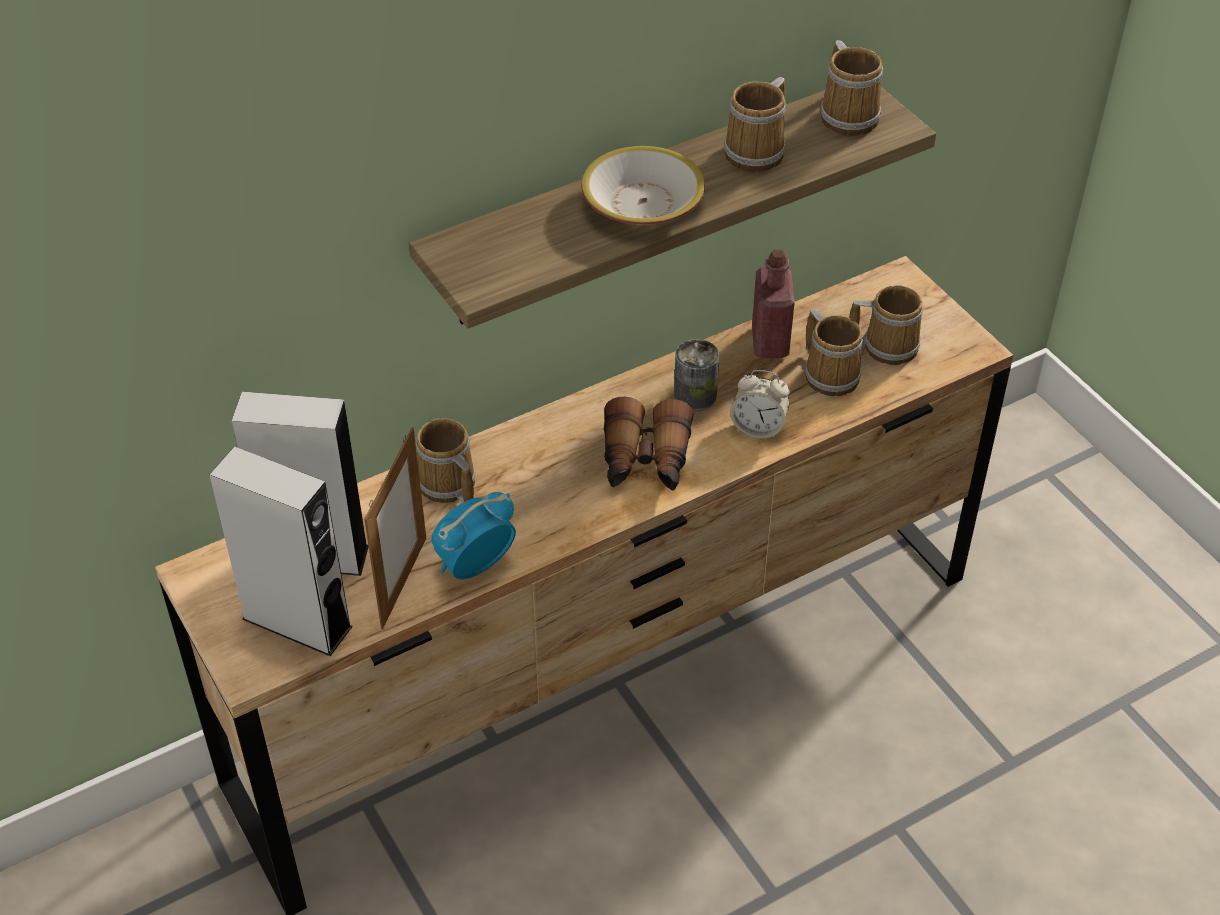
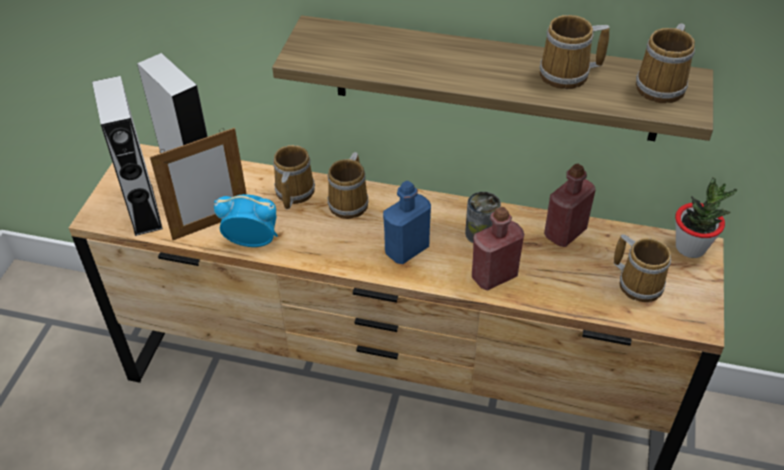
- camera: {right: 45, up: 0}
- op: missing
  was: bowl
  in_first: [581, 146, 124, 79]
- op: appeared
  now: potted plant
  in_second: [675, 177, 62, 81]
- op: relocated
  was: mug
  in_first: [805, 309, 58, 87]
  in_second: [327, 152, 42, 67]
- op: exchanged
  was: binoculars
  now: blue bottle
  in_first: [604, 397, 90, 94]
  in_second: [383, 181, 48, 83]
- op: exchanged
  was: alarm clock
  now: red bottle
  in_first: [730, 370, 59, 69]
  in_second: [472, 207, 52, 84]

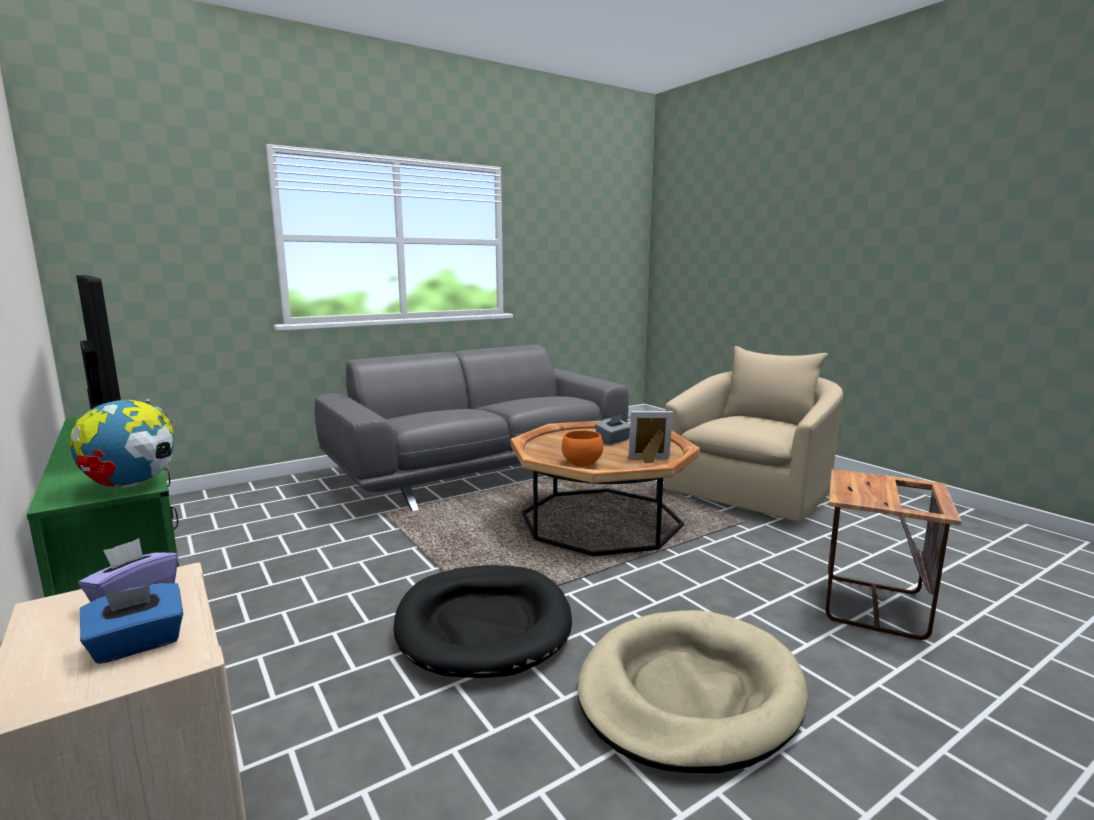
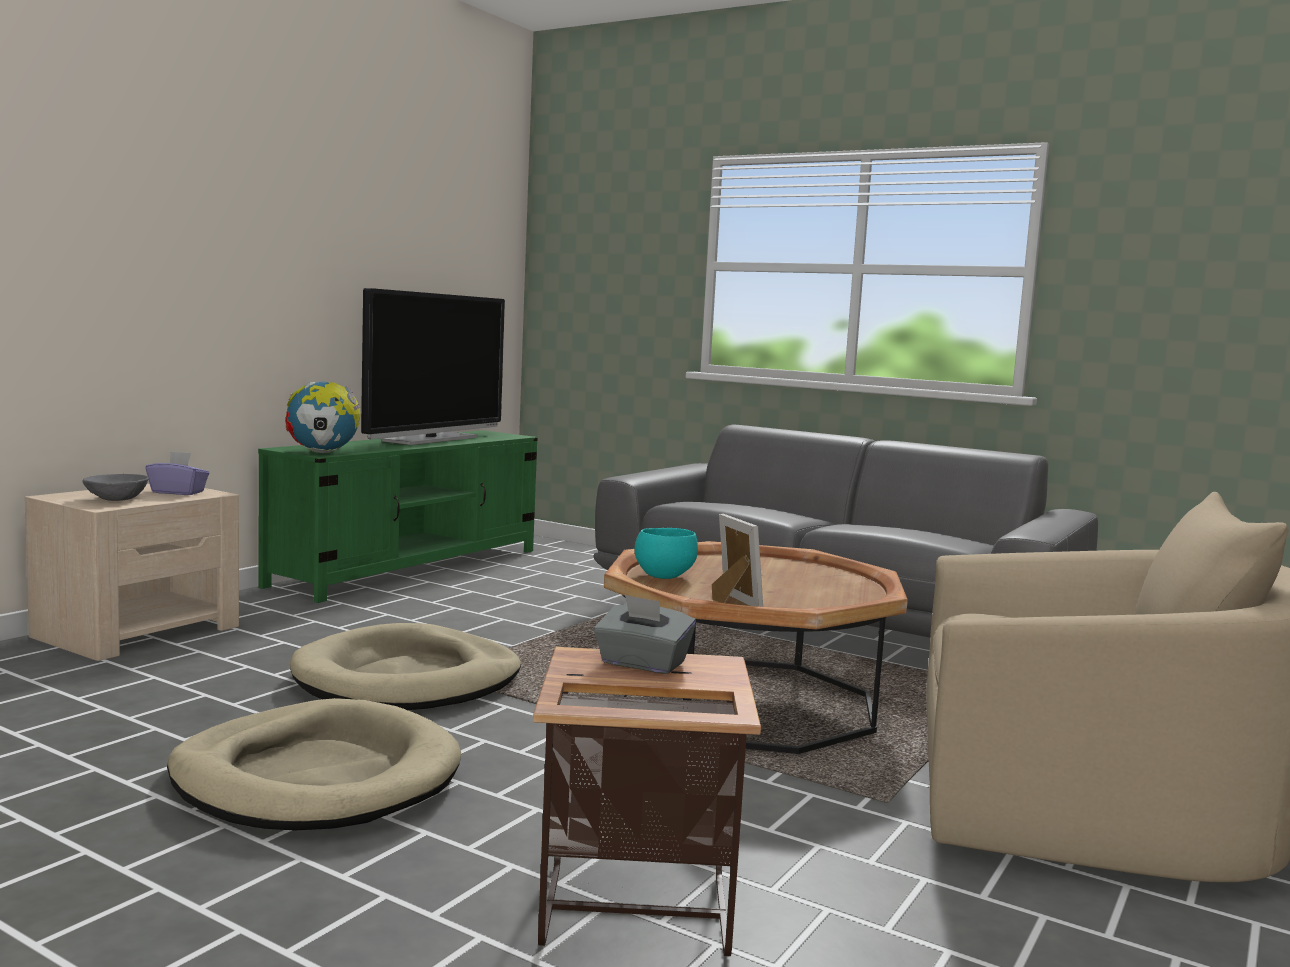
- camera: {right: 65, up: -5}
- op: relocated
  was: grey tissue box
  in_first: [595, 414, 35, 30]
  in_second: [594, 595, 102, 79]
- op: exchanged
  was: blue tissue box
  now: grey bowl
  in_first: [80, 583, 103, 81]
  in_second: [82, 474, 67, 27]
- op: colour
  was: black dog bed
  now: beige dog bed
  in_first: [394, 565, 178, 113]
  in_second: [290, 623, 231, 87]
- op: colour
  was: orange bowl
  now: turquoise bowl
  in_first: [562, 430, 41, 37]
  in_second: [635, 528, 63, 51]

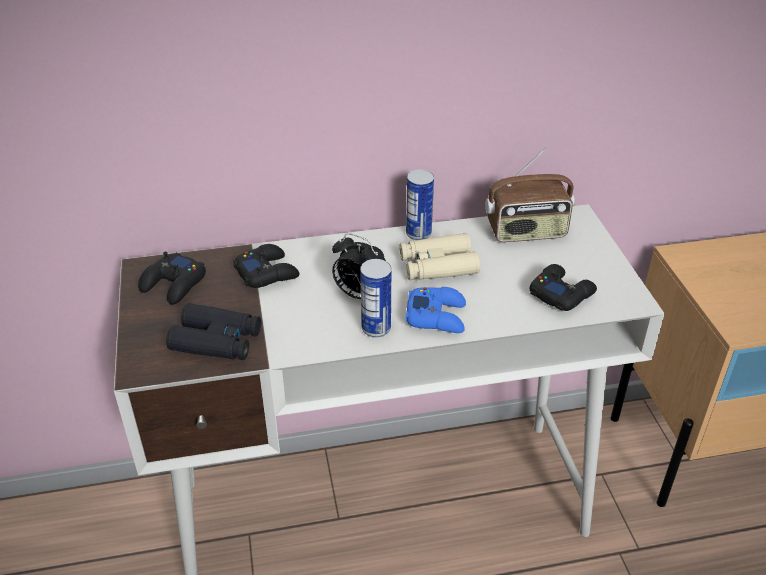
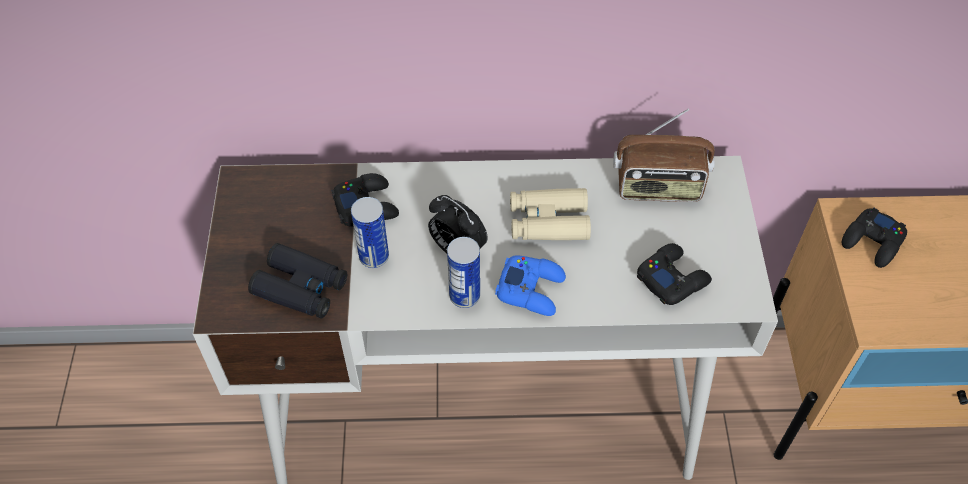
- camera: {right: 10, up: 15}
- op: relocated
  was: black game controller
  in_first: [138, 252, 68, 53]
  in_second: [842, 207, 65, 61]
- op: relocated
  was: can
  in_first: [406, 170, 28, 70]
  in_second: [351, 197, 38, 71]

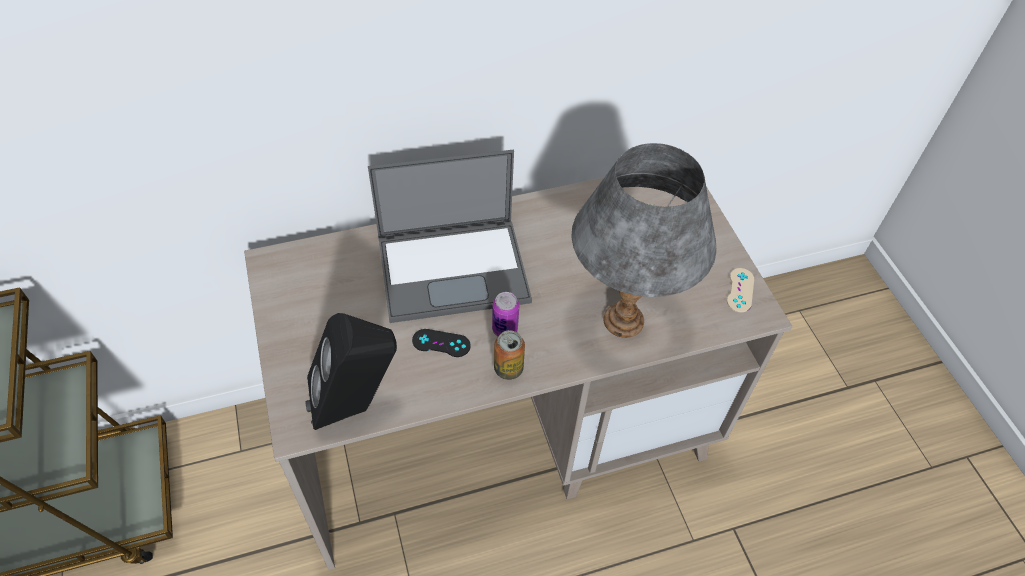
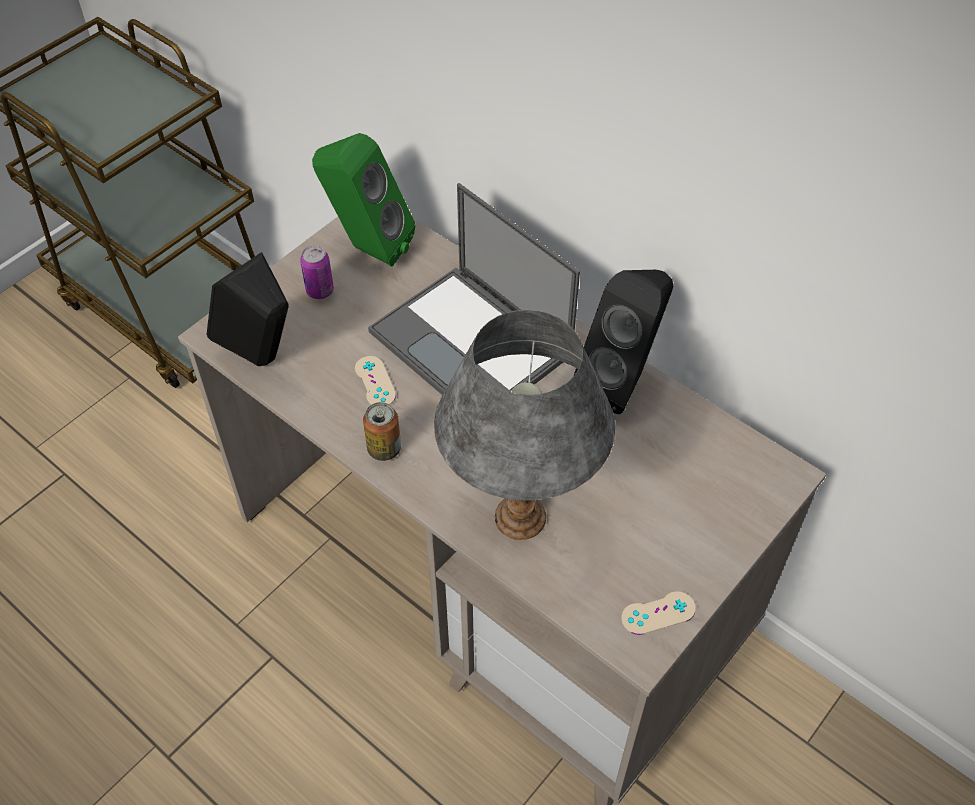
- camera: {right: 60, up: 0}
- op: appeared
  now: green speaker
  in_second: [312, 133, 104, 133]
- op: appeared
  now: black speaker
  in_second: [574, 270, 99, 144]
- op: relocated
  was: can
  in_first: [492, 292, 27, 44]
  in_second: [300, 245, 34, 54]
- op: colour
  was: black game controller
  now: beige game controller
  in_first: [412, 329, 59, 28]
  in_second: [355, 356, 41, 49]

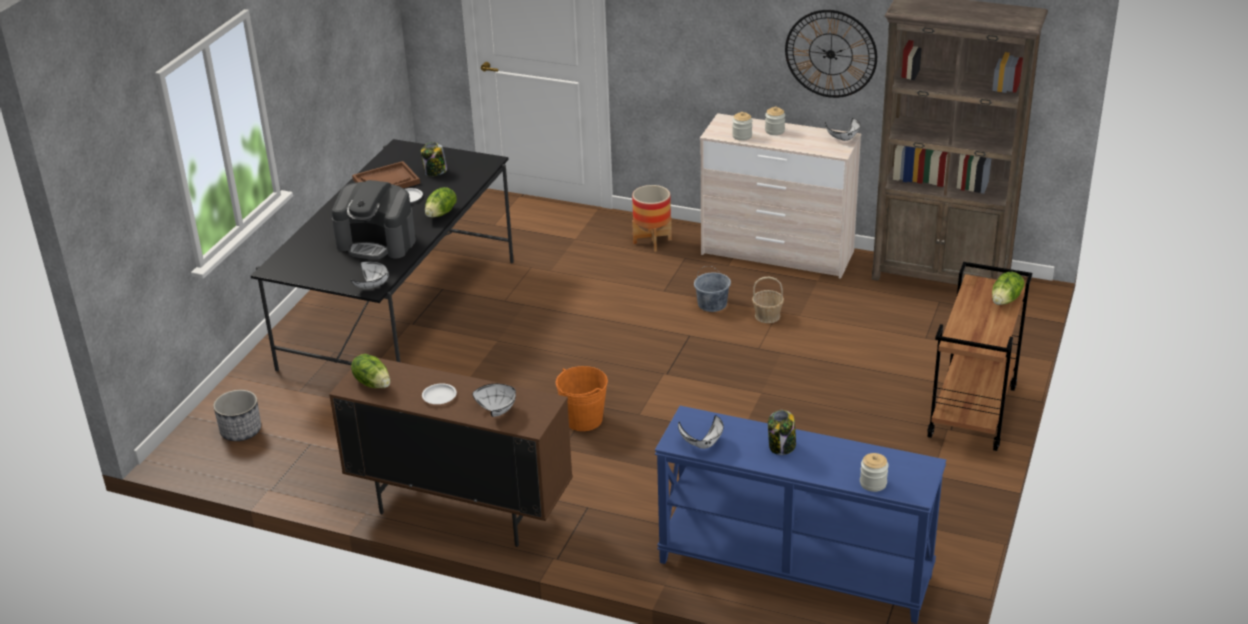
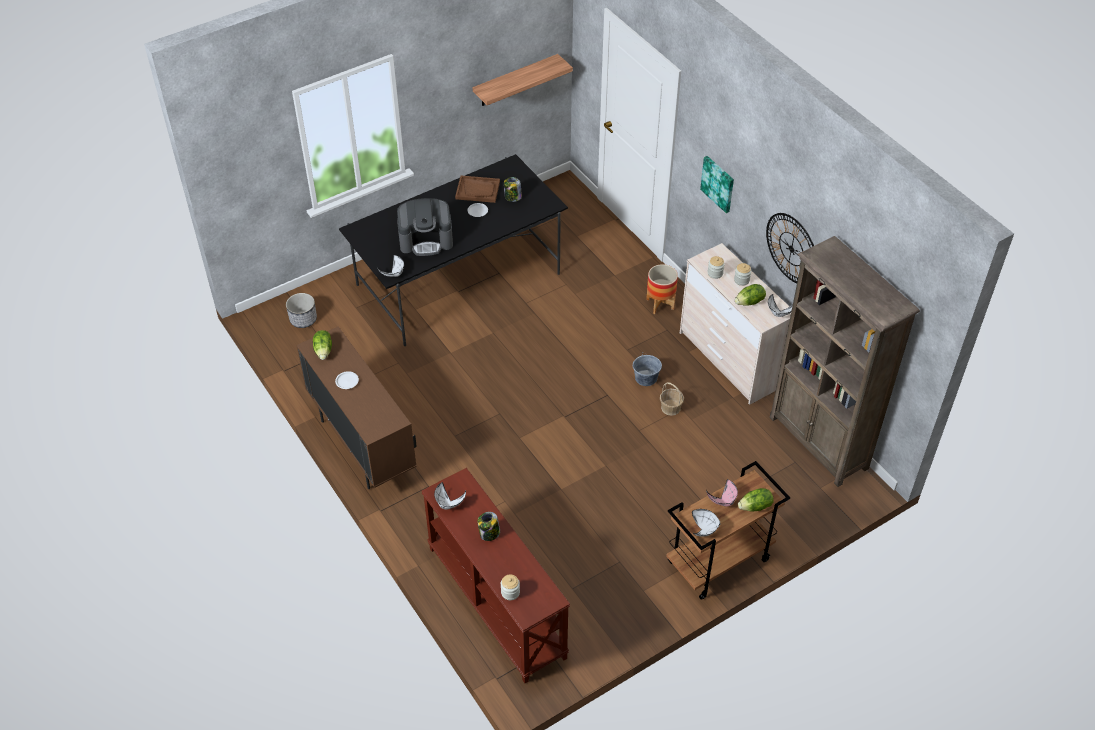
- camera: {right: 35, up: 15}
- op: missing
  was: orange bucket
  in_first: [555, 366, 53, 65]
- op: appeared
  now: shelf
  in_second: [472, 54, 101, 52]
- op: appeared
  now: picture
  in_second: [700, 156, 34, 57]
- op: appeared
  now: pink bowl
  in_second: [706, 479, 32, 28]
- op: relocated
  was: lettuce
  in_first: [425, 187, 32, 31]
  in_second: [735, 284, 31, 22]
- op: relocated
  was: white bowl
  in_first: [472, 384, 44, 33]
  in_second: [692, 509, 28, 28]
- op: colour
  was: blue console table
  now: brown console table
  in_first: [655, 406, 291, 218]
  in_second: [422, 468, 148, 215]
- op: spun
  was: coffee machine
  in_first: [332, 180, 84, 80]
  in_second: [397, 198, 56, 58]
  clockwise: -60

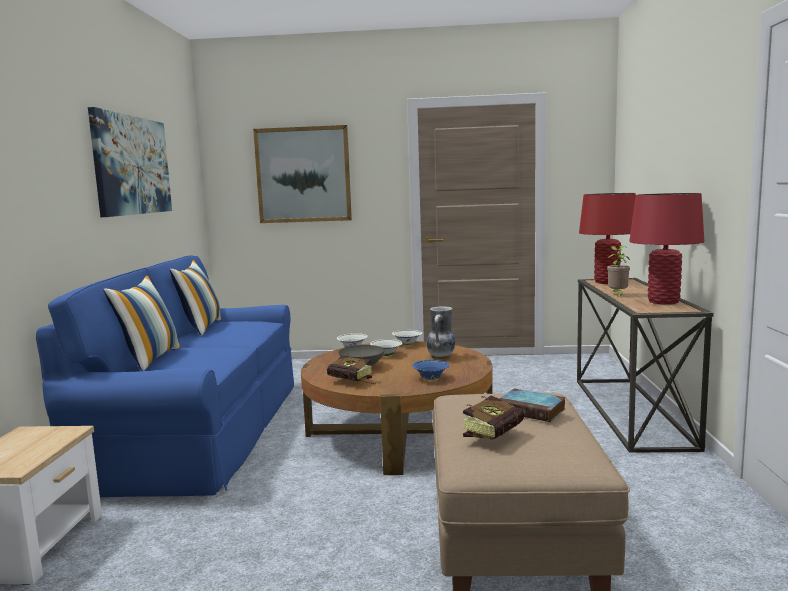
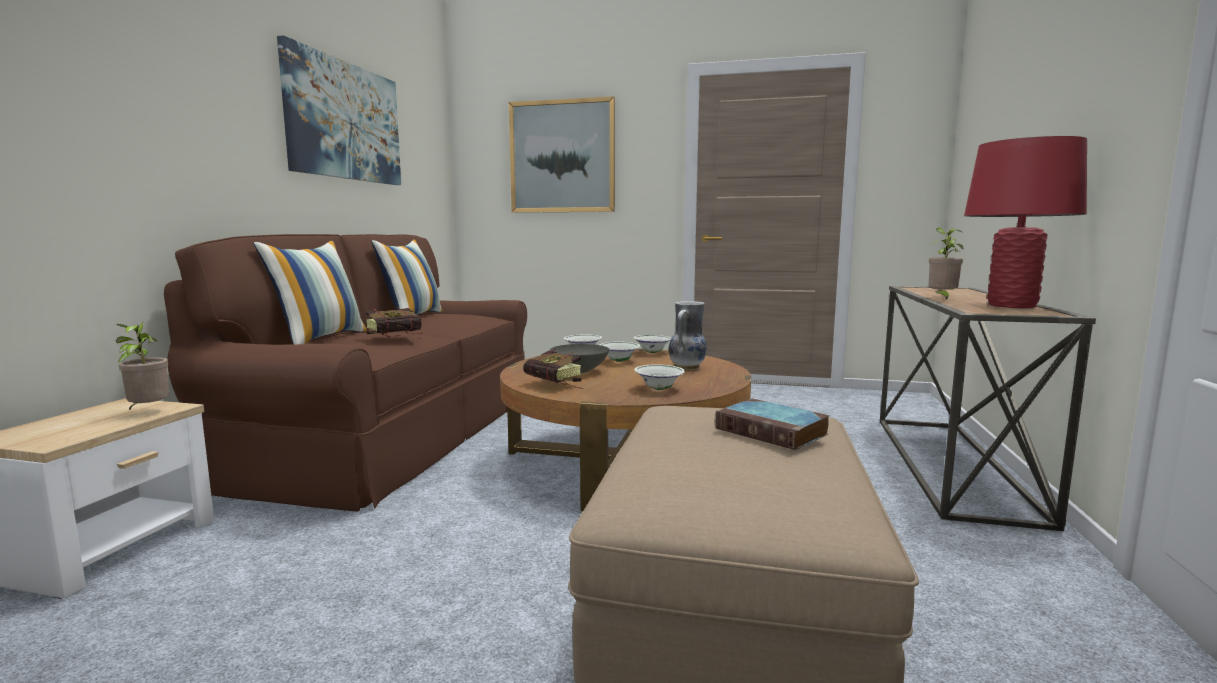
- camera: {right: 10, up: 0}
- op: missing
  was: red table lamp
  in_first: [579, 193, 57, 91]
- op: appeared
  now: potted plant
  in_second: [116, 321, 53, 89]
- op: relocated
  was: book
  in_first: [463, 395, 61, 44]
  in_second: [365, 307, 59, 30]
- op: colour
  was: blue sofa
  now: brown sofa
  in_first: [36, 255, 258, 242]
  in_second: [164, 234, 363, 277]
- op: colour
  was: blue bowl
  now: white bowl
  in_first: [412, 360, 37, 20]
  in_second: [634, 364, 51, 26]

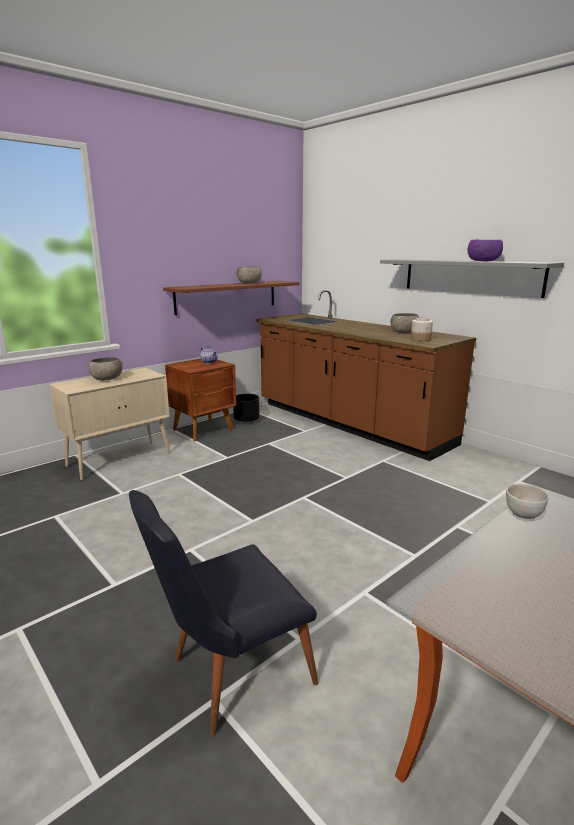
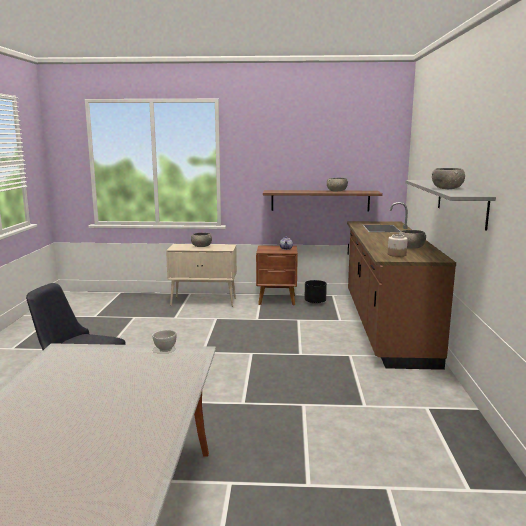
- camera: {right: 45, up: -5}
- op: colour
  was: purple bowl
  now: grey bowl
  in_first: [468, 239, 35, 22]
  in_second: [432, 168, 33, 21]

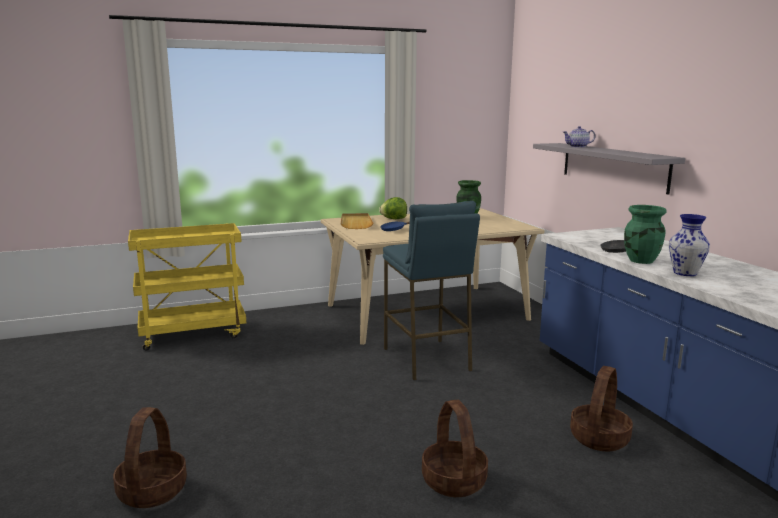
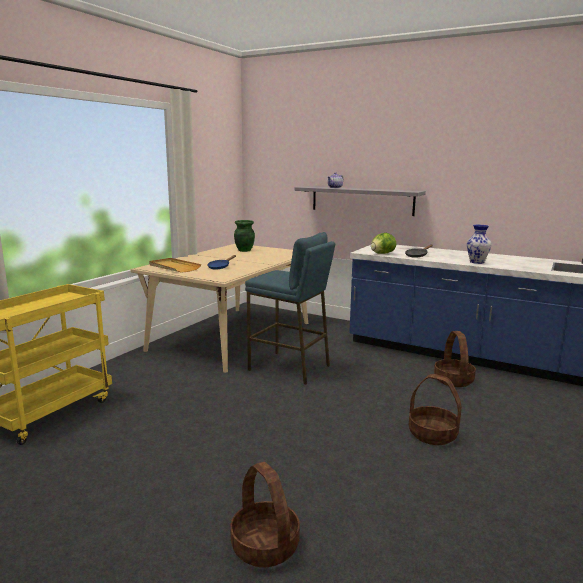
- camera: {right: -40, up: 0}
- op: missing
  was: green vase
  in_first: [624, 205, 43, 59]
- op: relocated
  was: lettuce
  in_first: [379, 197, 28, 22]
  in_second: [371, 233, 25, 21]

